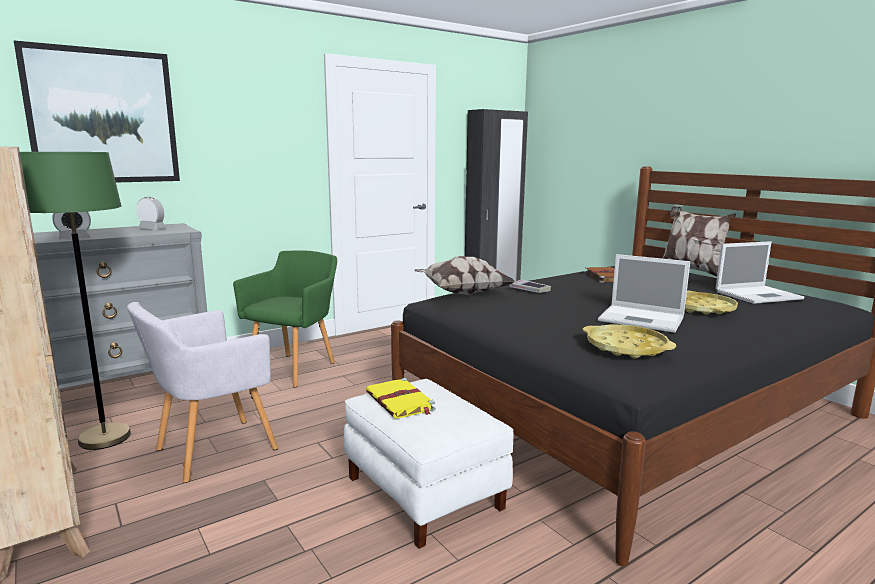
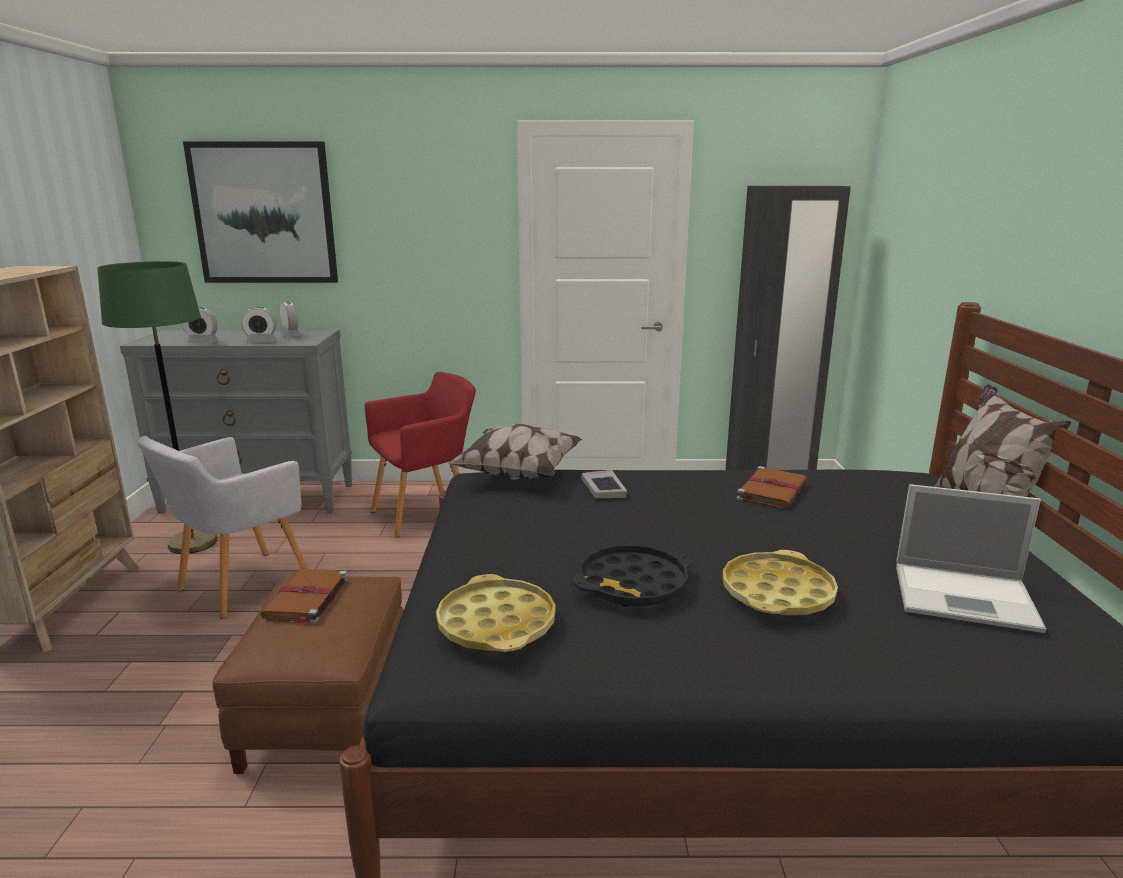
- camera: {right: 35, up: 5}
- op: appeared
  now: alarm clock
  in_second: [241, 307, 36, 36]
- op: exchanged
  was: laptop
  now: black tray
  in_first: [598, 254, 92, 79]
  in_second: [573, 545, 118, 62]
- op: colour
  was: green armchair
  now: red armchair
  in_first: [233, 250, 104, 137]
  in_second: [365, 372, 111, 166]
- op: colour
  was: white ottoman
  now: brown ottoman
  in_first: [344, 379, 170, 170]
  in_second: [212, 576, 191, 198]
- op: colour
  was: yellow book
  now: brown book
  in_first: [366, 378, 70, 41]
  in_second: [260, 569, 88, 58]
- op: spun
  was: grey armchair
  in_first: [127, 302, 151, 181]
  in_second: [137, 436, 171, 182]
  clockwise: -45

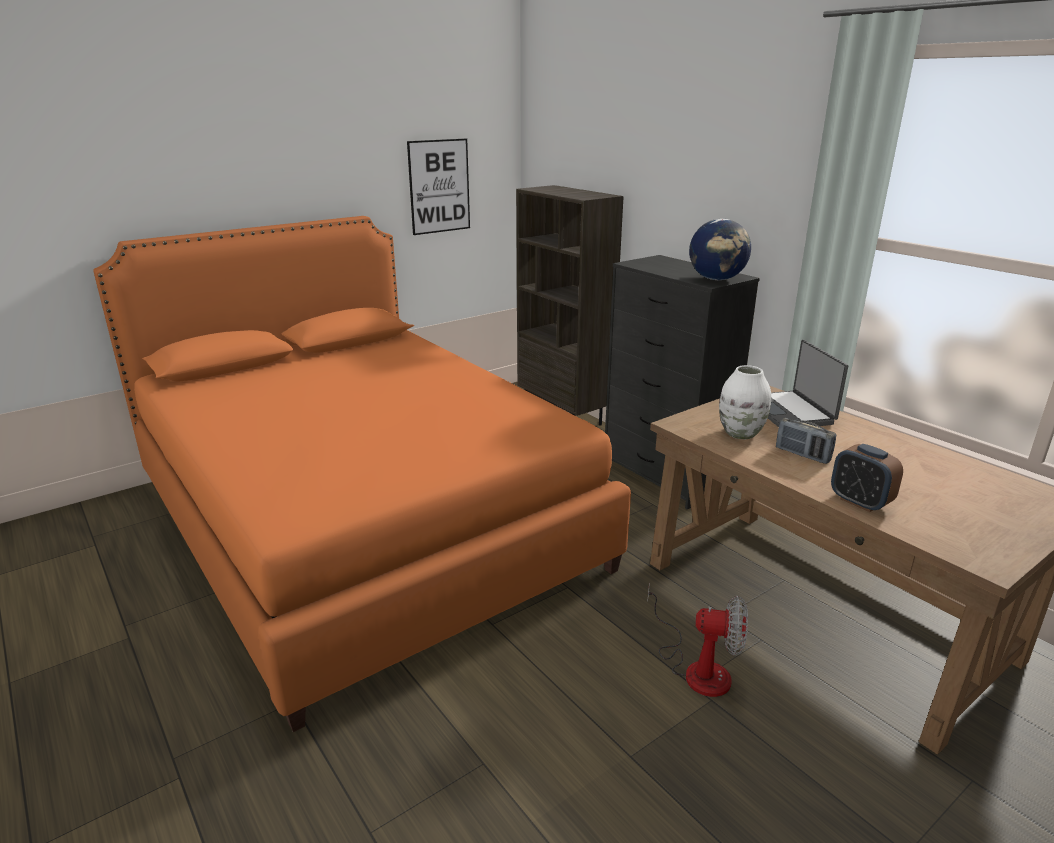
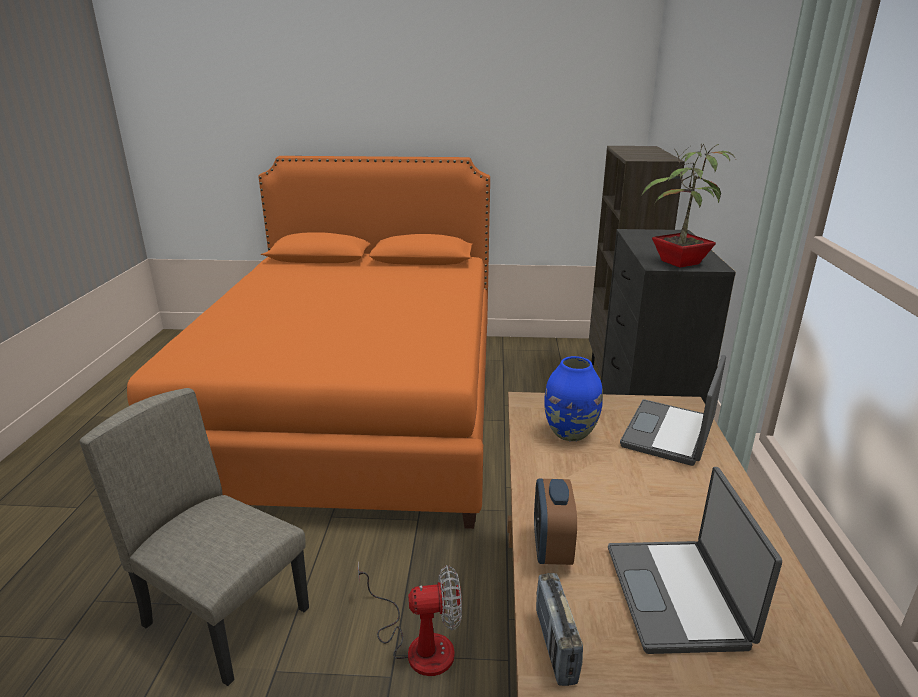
- camera: {right: 40, up: 0}
- op: missing
  was: picture
  in_first: [407, 139, 63, 96]
- op: appeared
  now: beige chair
  in_second: [80, 388, 229, 298]
- op: appeared
  now: laptop
  in_second: [608, 467, 174, 187]
- op: relocated
  was: radio
  in_first: [776, 418, 60, 46]
  in_second: [536, 573, 47, 113]
- op: exchanged
  was: globe
  now: potted plant
  in_first: [689, 219, 62, 61]
  in_second: [641, 143, 94, 125]
- op: colour
  was: white vase
  now: blue vase
  in_first: [719, 365, 52, 74]
  in_second: [544, 356, 59, 85]
- op: spun
  was: fan
  in_first: [647, 582, 101, 115]
  in_second: [358, 562, 104, 114]
  clockwise: -60

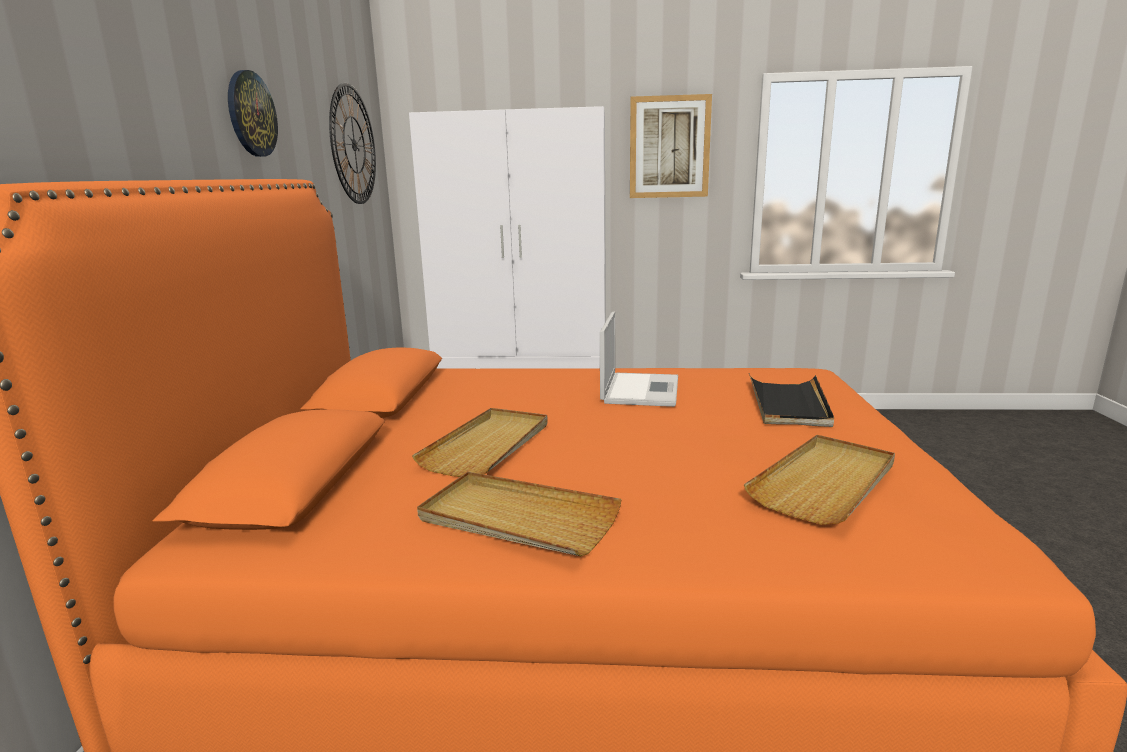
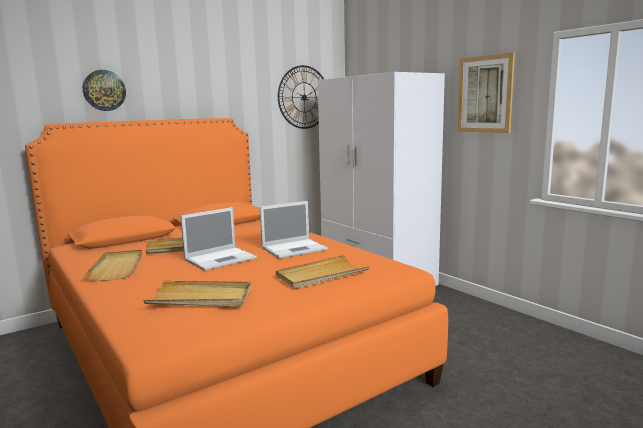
- camera: {right: 50, up: -5}
- op: appeared
  now: laptop
  in_second: [180, 207, 77, 64]
- op: relocated
  was: wall clock
  in_first: [228, 70, 50, 87]
  in_second: [83, 70, 43, 41]
- op: colour
  was: black tray
  now: beige tray
  in_first: [749, 373, 85, 54]
  in_second: [276, 255, 94, 34]

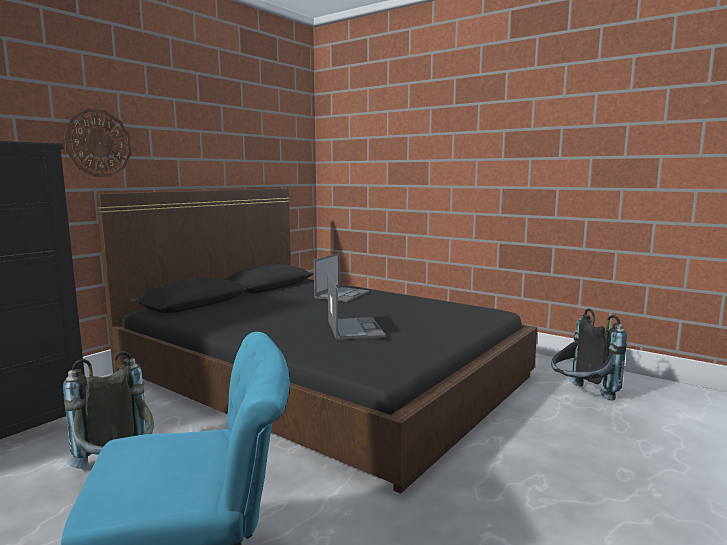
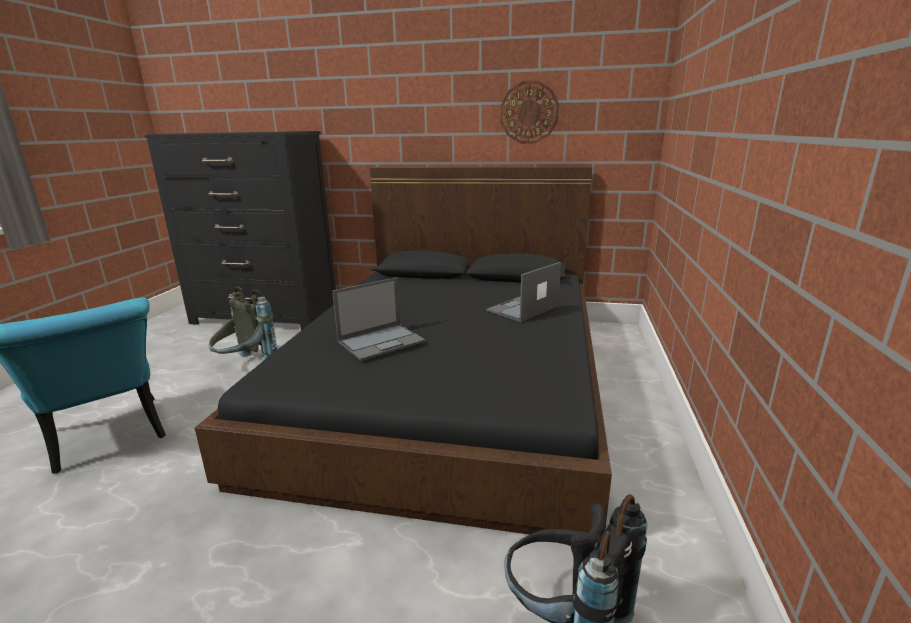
- camera: {right: 65, up: 10}
- op: relocated
  was: wall clock
  in_first: [64, 109, 67, 68]
  in_second: [500, 81, 59, 63]
- op: spun
  was: laptop
  in_first: [314, 253, 56, 49]
  in_second: [486, 262, 75, 60]
  clockwise: 135

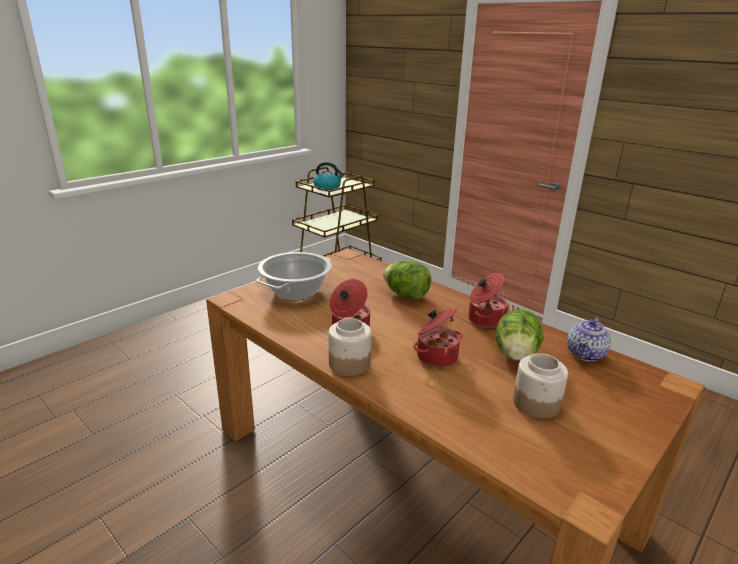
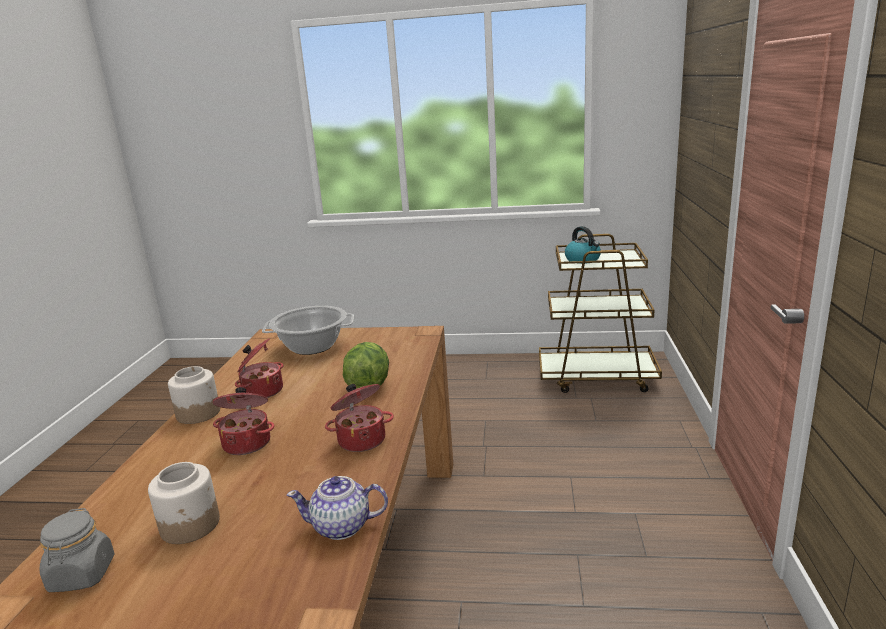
- camera: {right: 55, up: -5}
- op: missing
  was: lettuce
  in_first: [496, 309, 47, 52]
- op: appeared
  now: grey jar
  in_second: [39, 508, 76, 84]

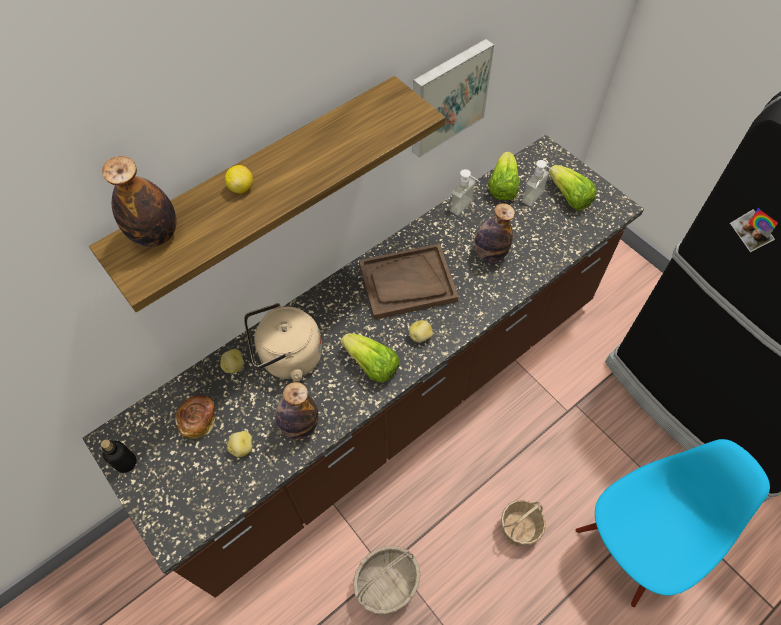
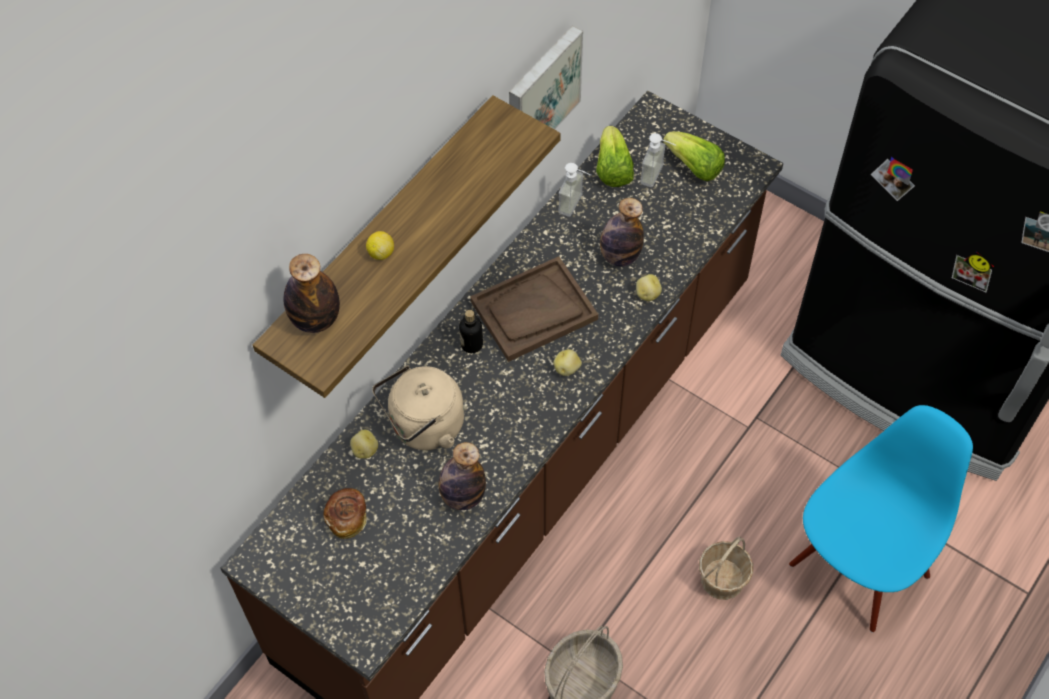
- camera: {right: -15, up: 0}
- op: missing
  was: lettuce
  in_first: [341, 333, 58, 49]
- op: relocated
  was: bottle
  in_first: [101, 439, 36, 34]
  in_second: [459, 310, 24, 43]
- op: relocated
  was: potato
  in_first: [227, 431, 26, 26]
  in_second: [636, 274, 26, 27]

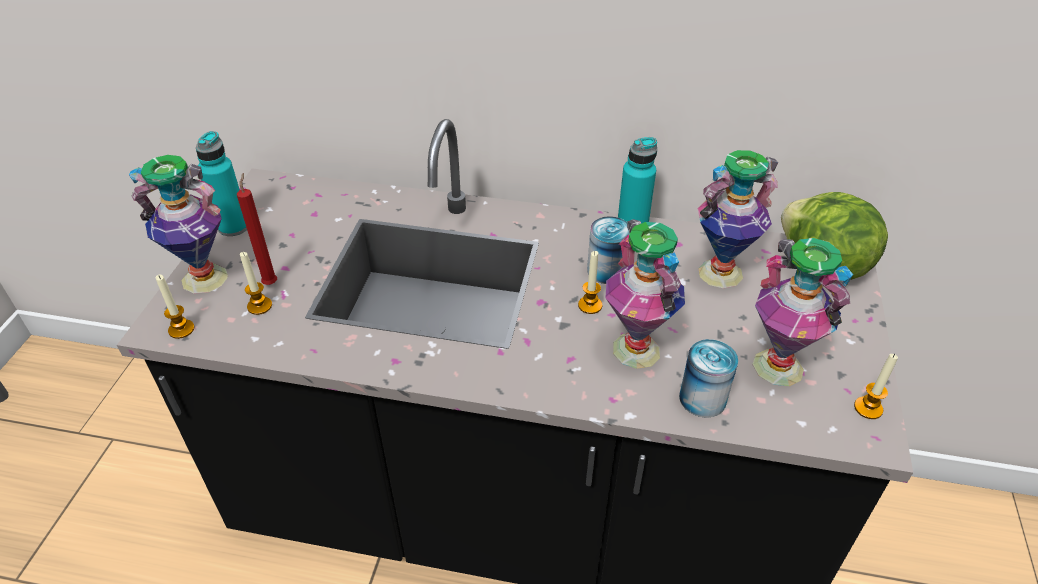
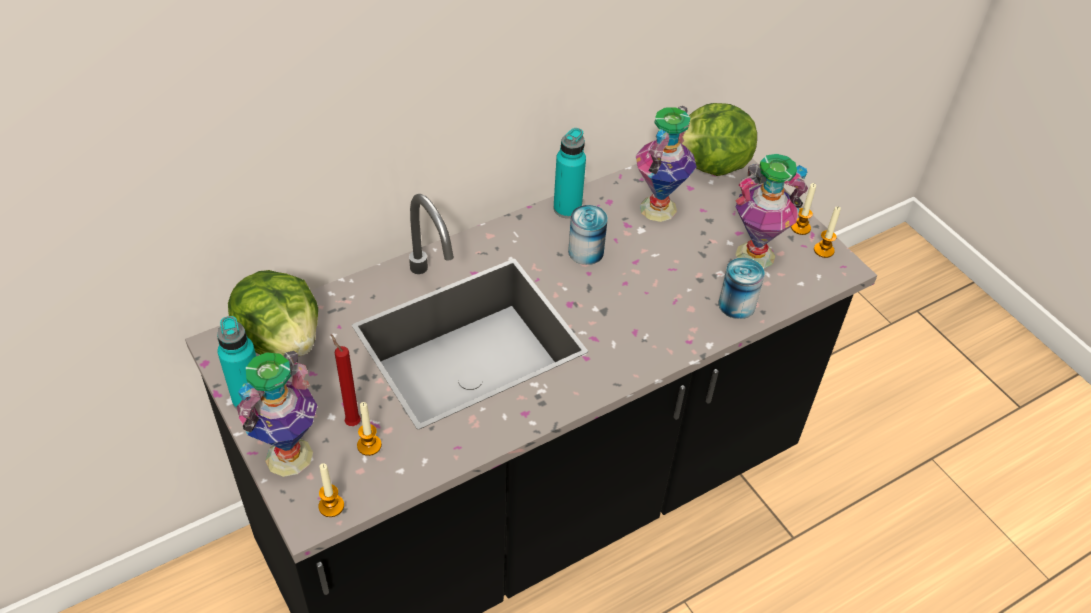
- camera: {right: -45, up: 5}
- op: missing
  was: vase
  in_first: [606, 219, 79, 150]
- op: appeared
  now: lettuce
  in_second: [228, 270, 90, 86]
- op: relocated
  was: candle
  in_first: [578, 251, 24, 63]
  in_second: [791, 183, 25, 52]

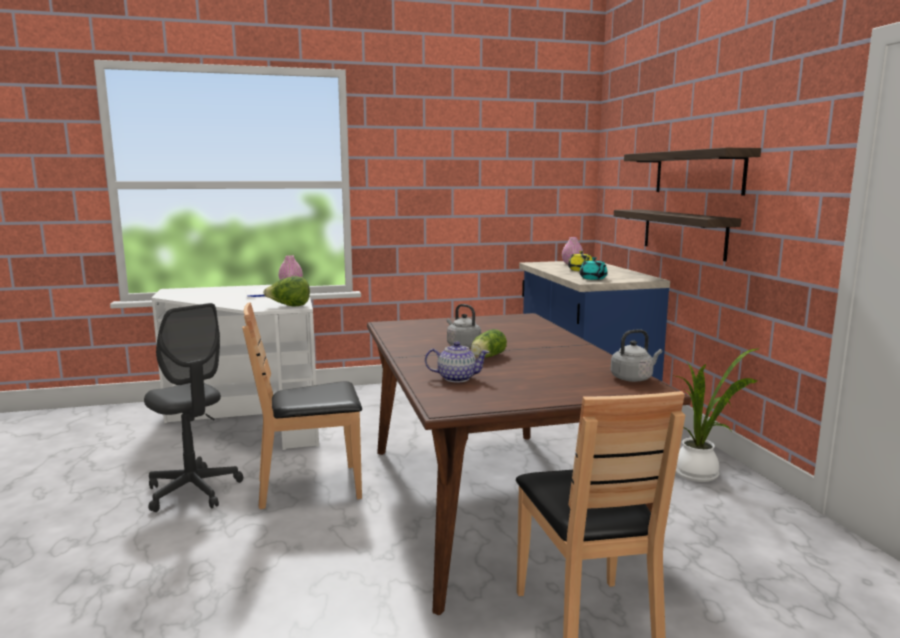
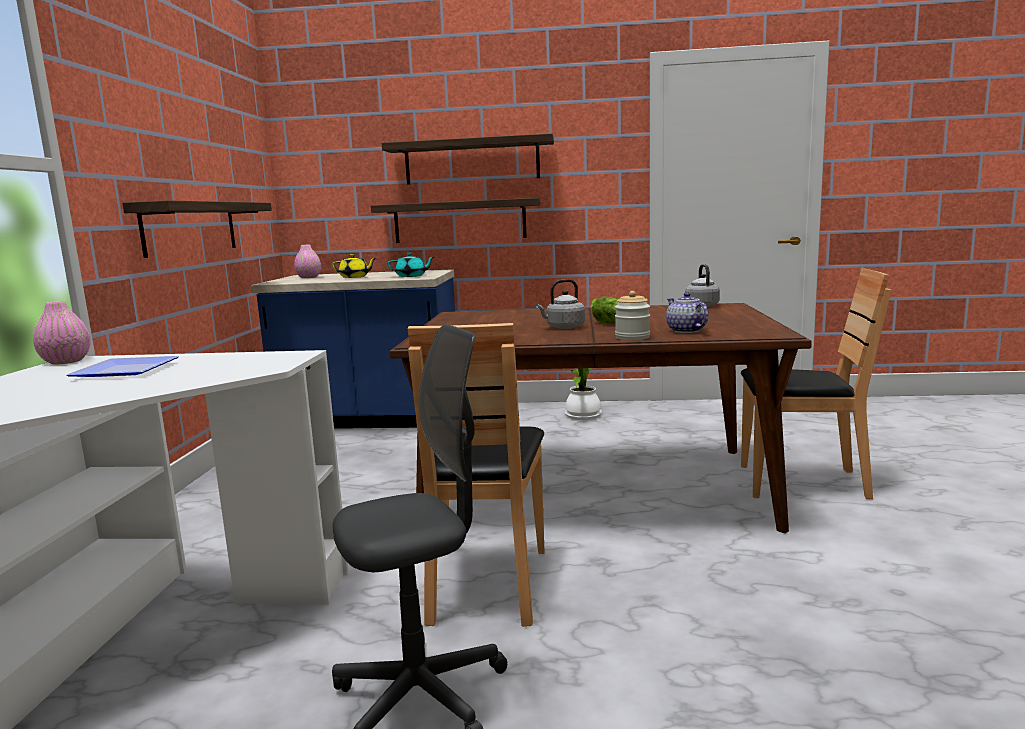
- camera: {right: -70, up: 0}
- op: missing
  was: lettuce
  in_first: [263, 276, 47, 31]
- op: appeared
  now: shelf
  in_second: [123, 200, 149, 58]
- op: appeared
  now: jar
  in_second: [615, 291, 35, 49]
- op: spun
  was: teapot
  in_first: [425, 342, 64, 41]
  in_second: [666, 292, 43, 41]
  clockwise: -45

